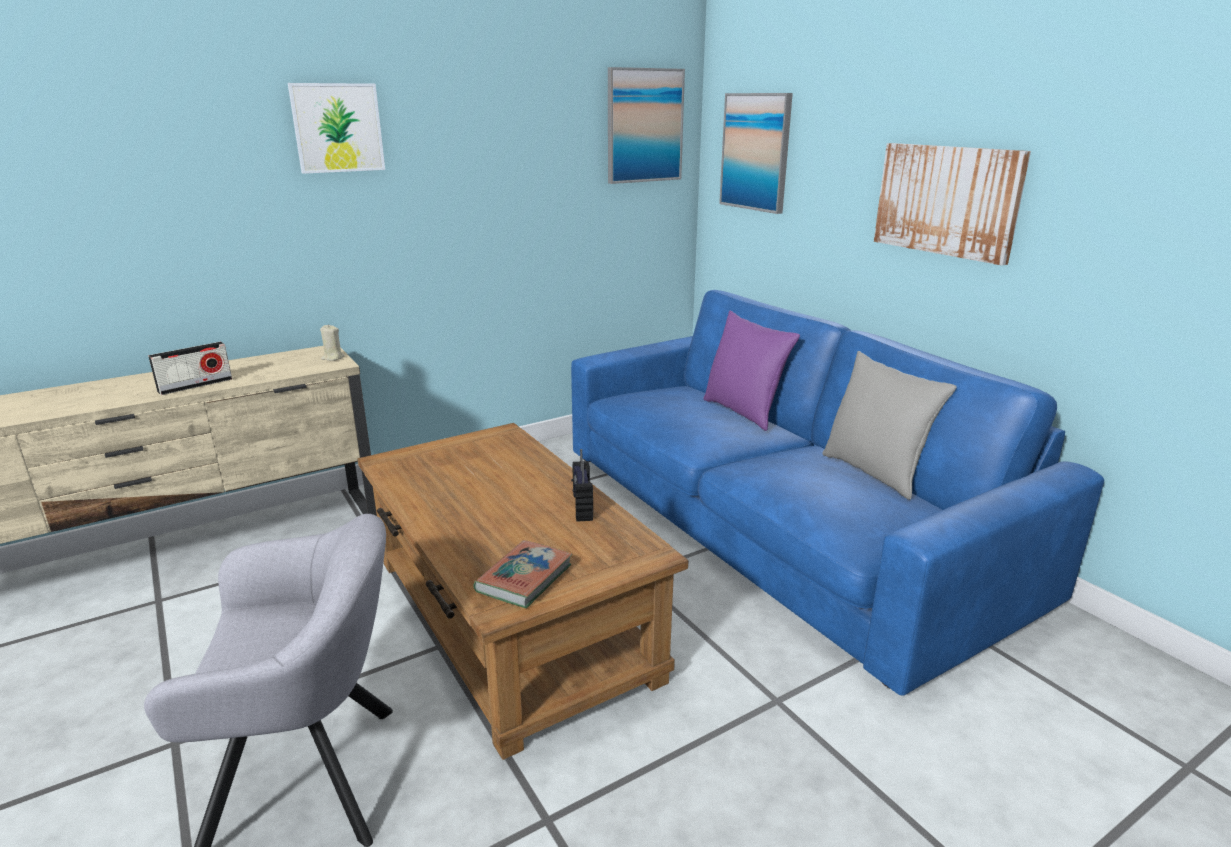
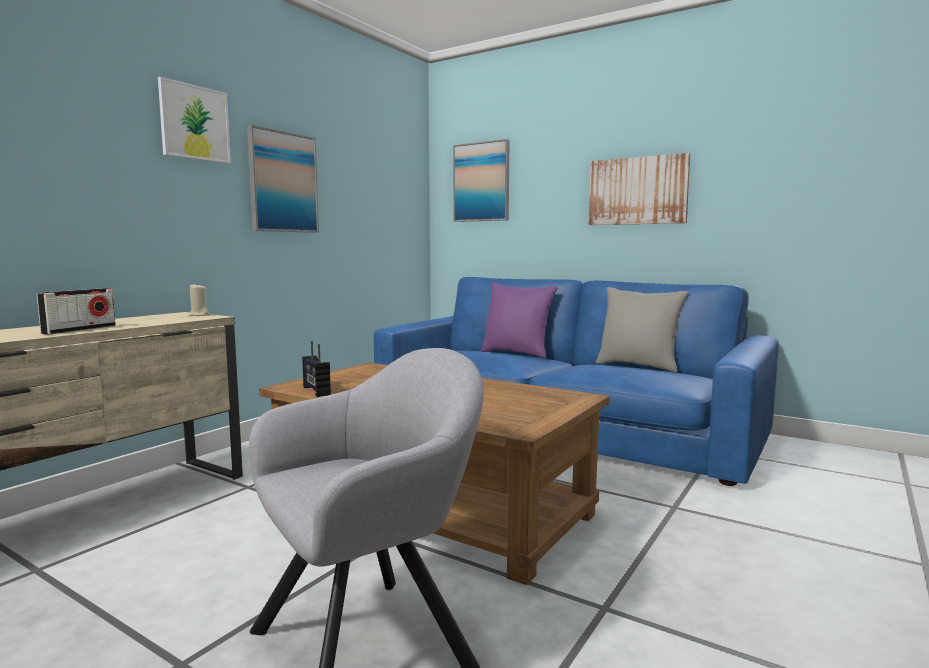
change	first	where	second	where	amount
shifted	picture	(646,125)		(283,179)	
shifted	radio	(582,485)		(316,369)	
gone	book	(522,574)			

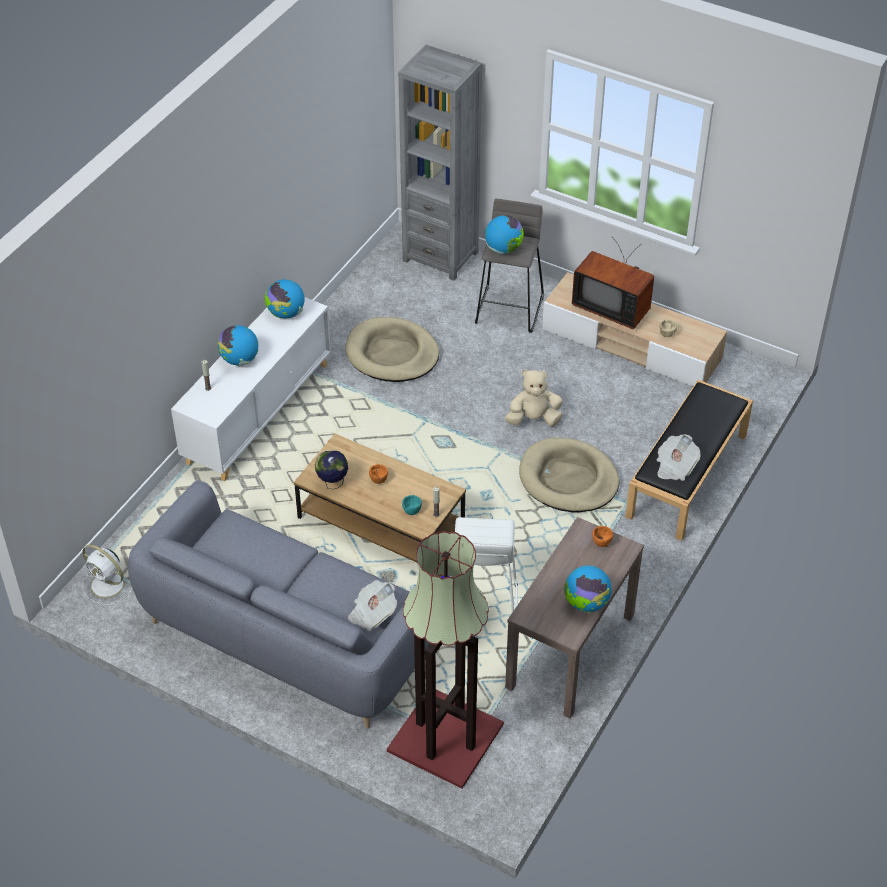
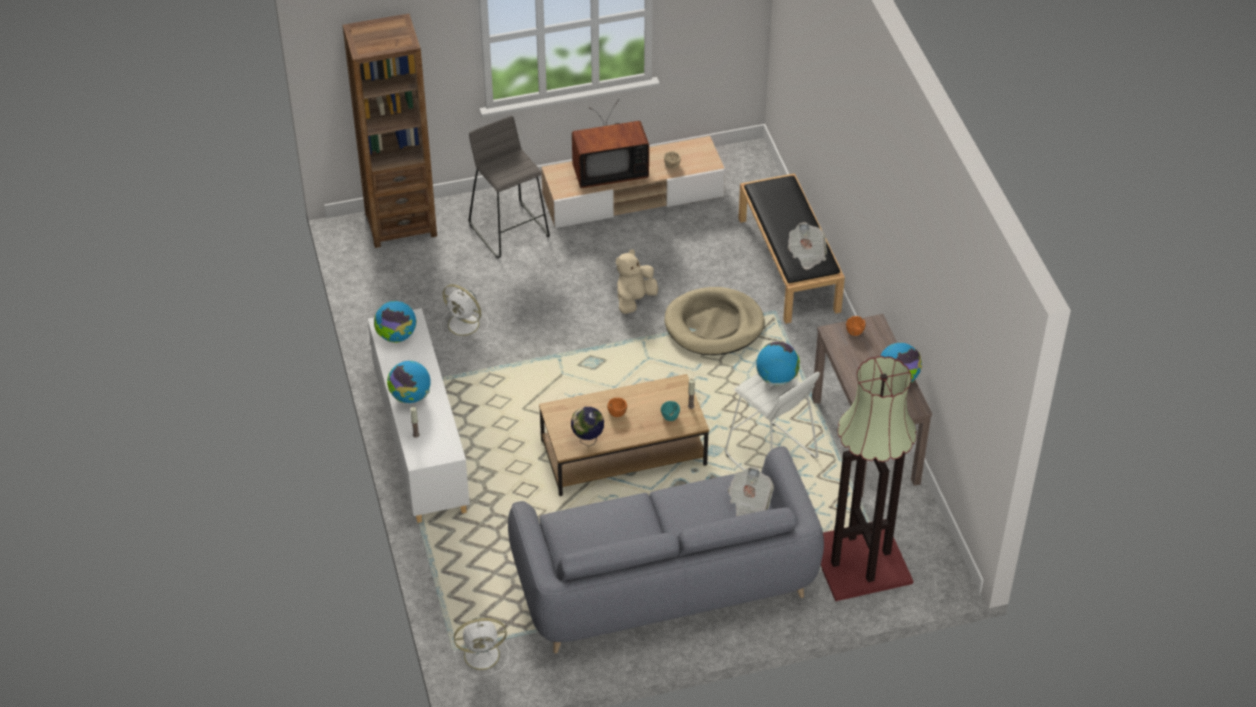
change	first	where	second	where	amount
repainted	bookcase in grey	(440,163)	bookcase in brown	(390,131)	
swapped	dog bed in beige	(392,349)	fan in white	(464,313)	
shifted	globe	(504,234)		(778,364)	

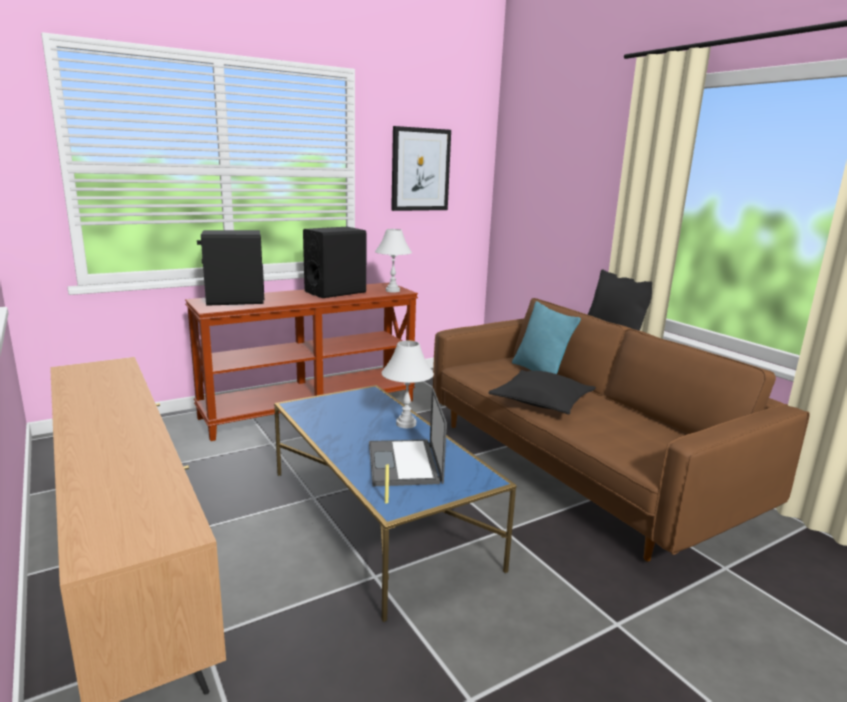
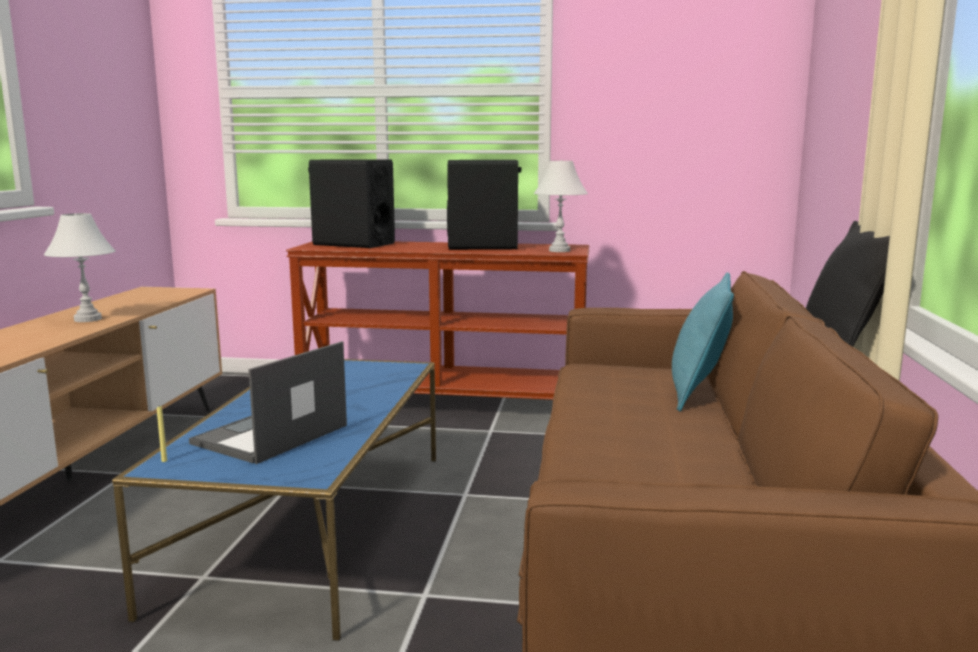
change	first	where	second	where	amount
shifted	table lamp in white	(407,384)		(80,267)	
gone	picture	(421,168)			
gone	pillow in black	(542,392)			

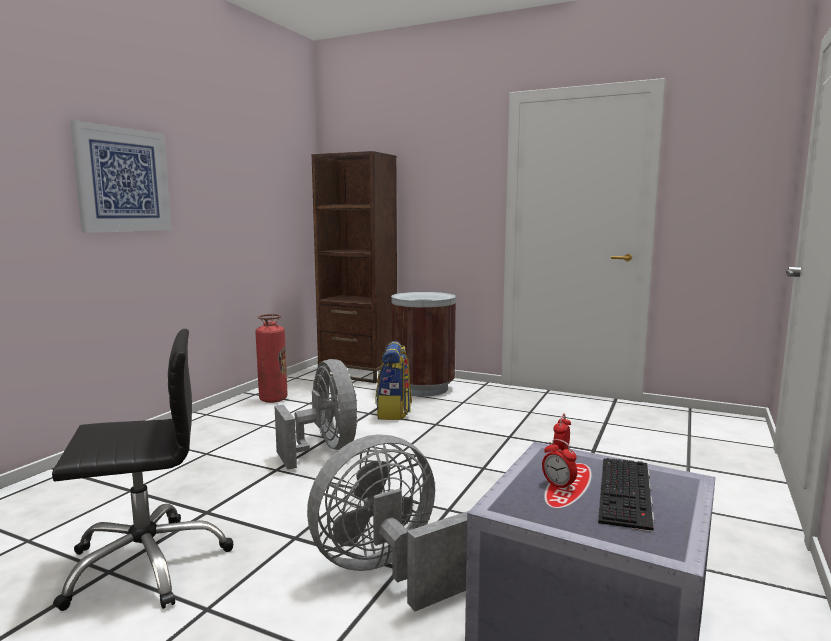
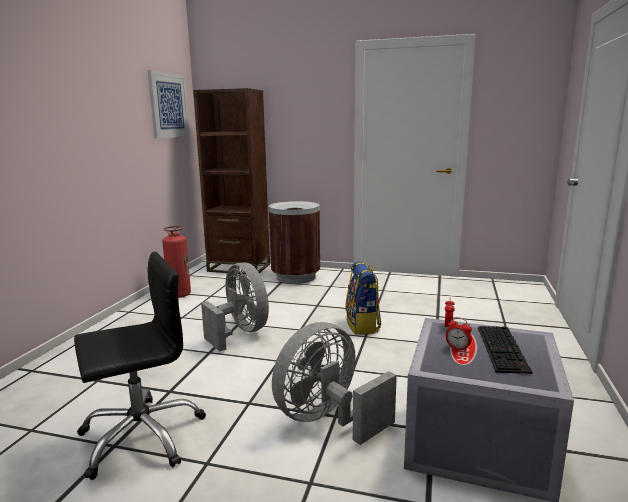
change	first	where	second	where	amount
shifted	picture	(121,176)		(169,104)	
shifted	backpack	(393,380)		(363,298)	

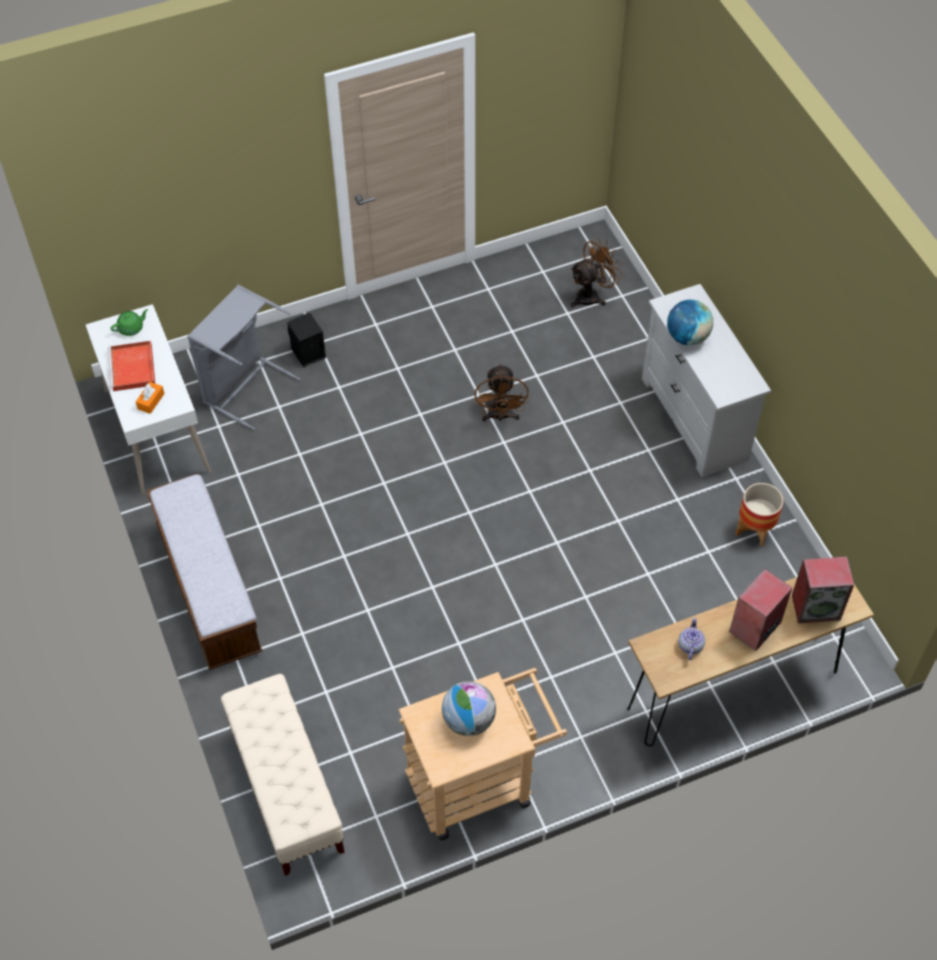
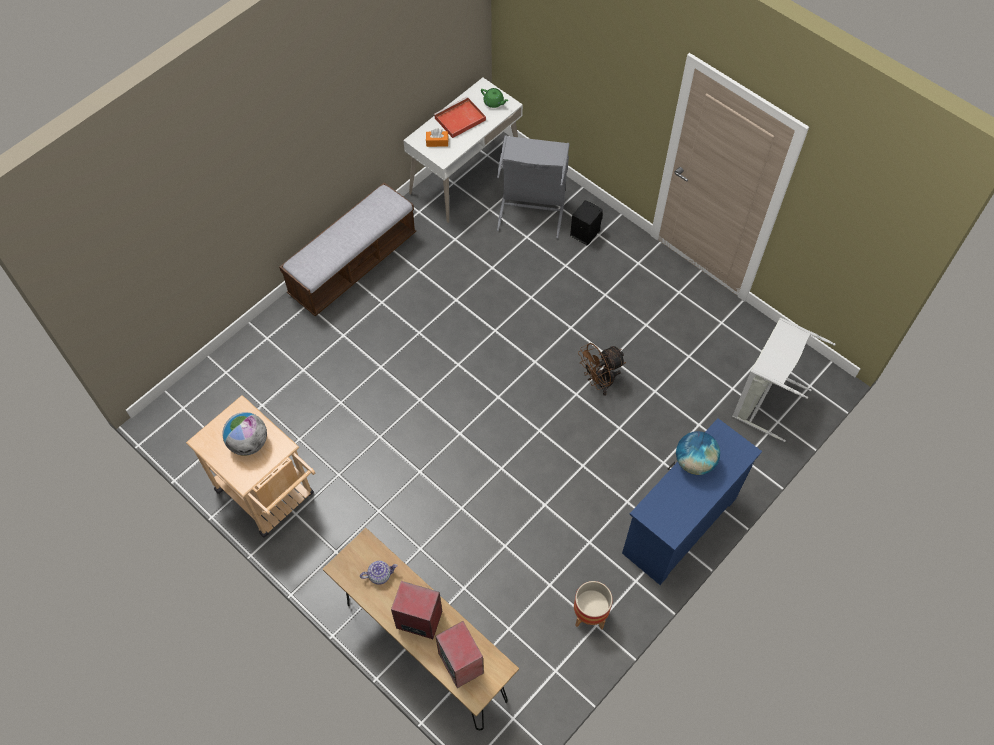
change	first	where	second	where	amount
repainted	dresser in white	(706,380)	dresser in blue	(692,501)	
swapped	fan in brown	(596,273)	laundry basket in grey	(784,379)	
gone	bench in beige	(283,775)			

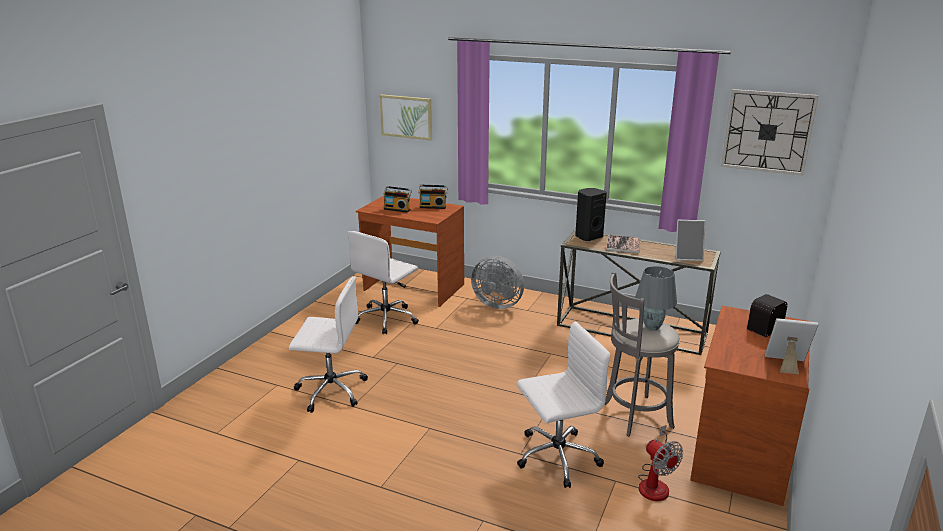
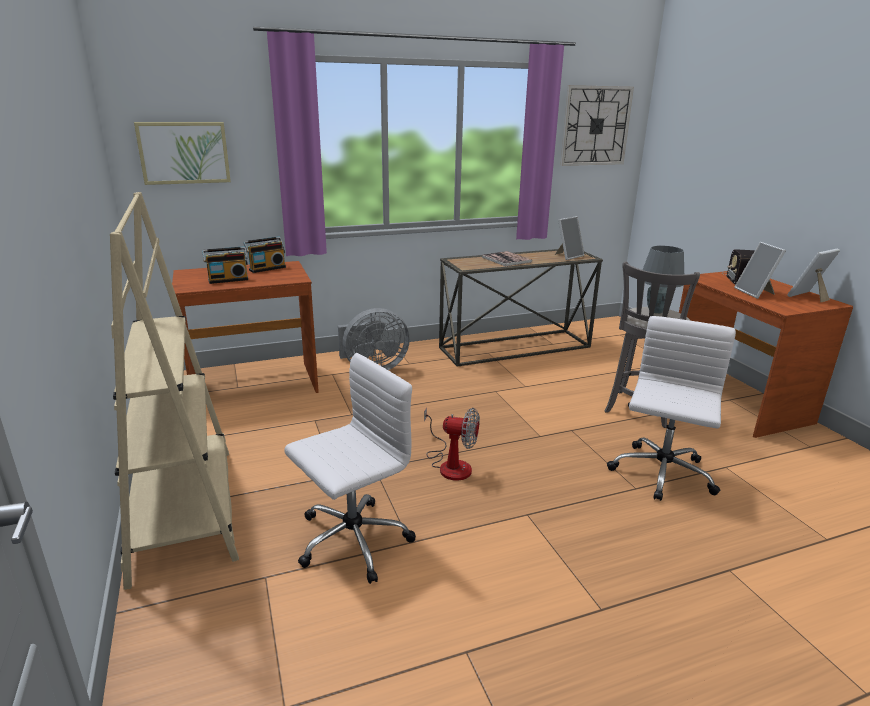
change	first	where	second	where	amount
new			bookcase in beige	(174,391)	
shifted	fan	(660,463)		(452,444)	
new			picture frame	(760,270)	
gone	office chair in white	(383,282)			
gone	speaker in black	(591,214)			

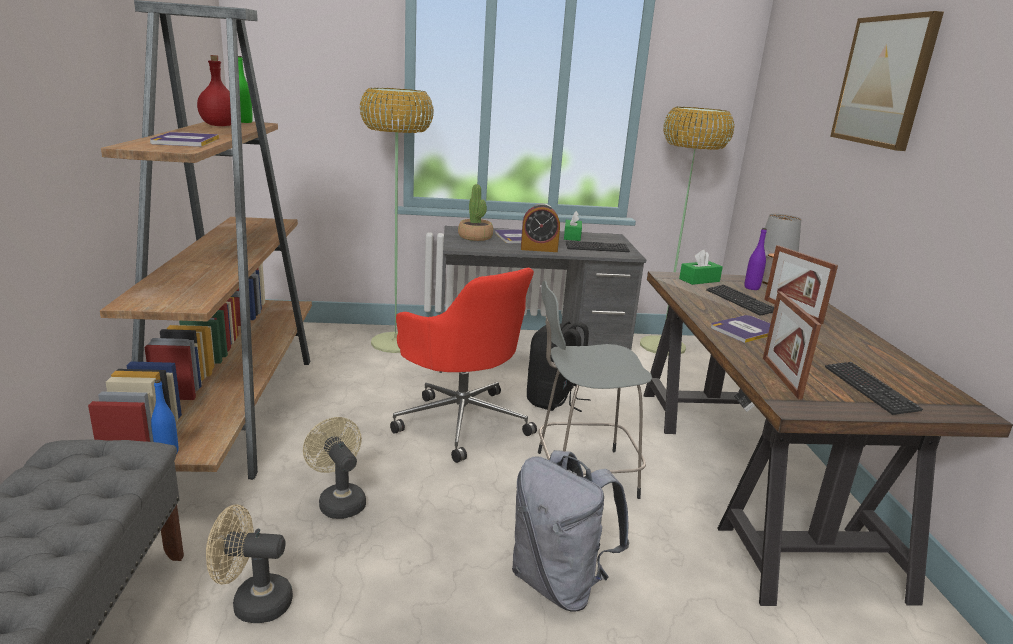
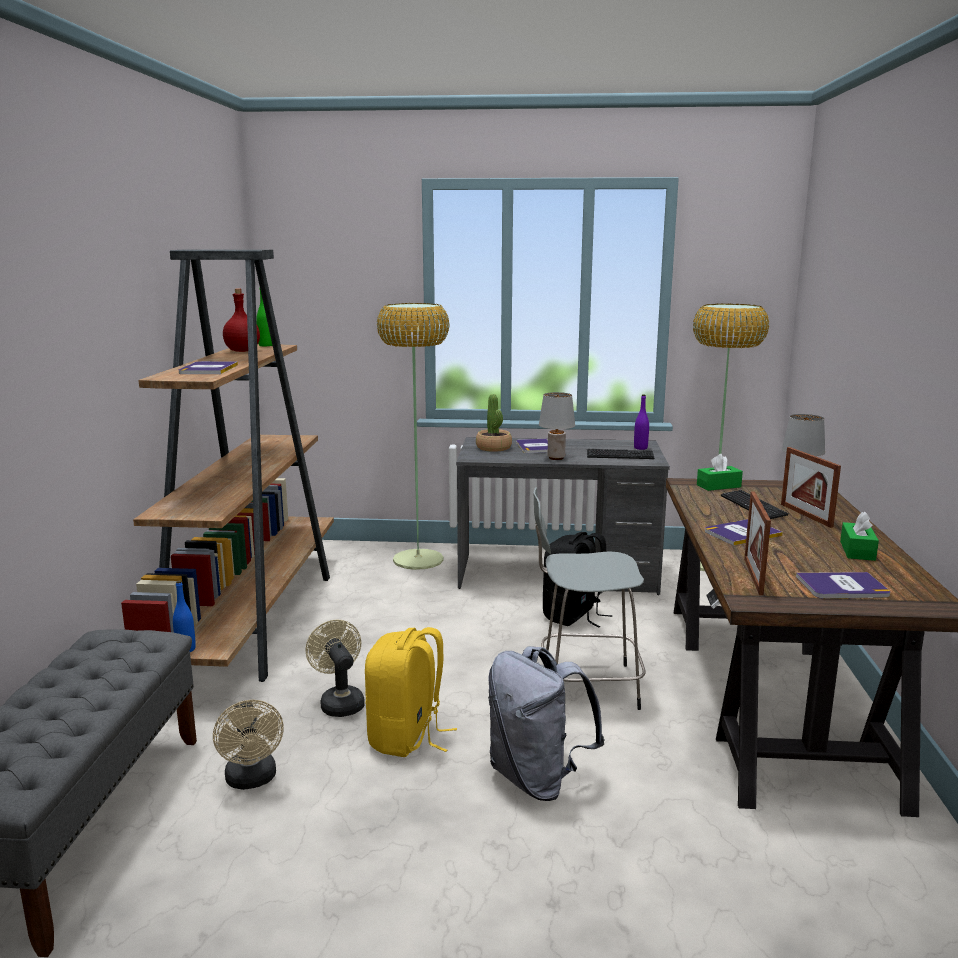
change	first	where	second	where	amount
rotated	fan in beige	(249,563)		(248,745)	120 degrees counterclockwise
new			backpack in yellow	(411,692)	
swapped	alarm clock	(540,227)	table lamp in grey	(557,426)	
shifted	bottle in purple	(755,259)		(641,422)	
swapped	keyboard	(874,388)	book	(843,585)	
shifted	tissue box in green	(573,226)		(859,536)	
gone	office chair in red	(463,365)			
gone	picture	(887,81)			

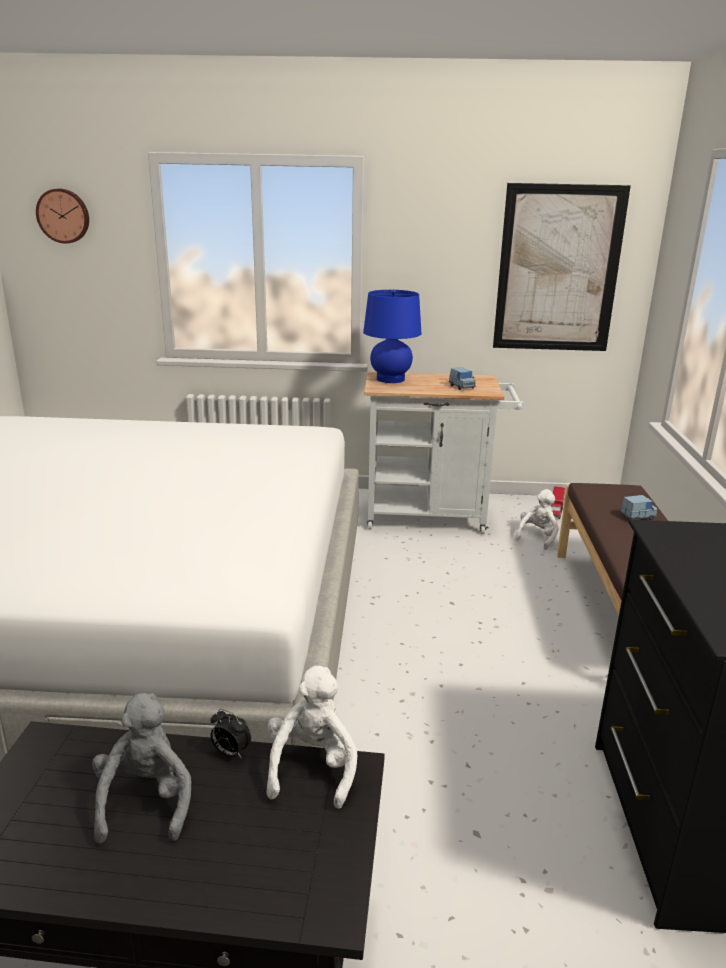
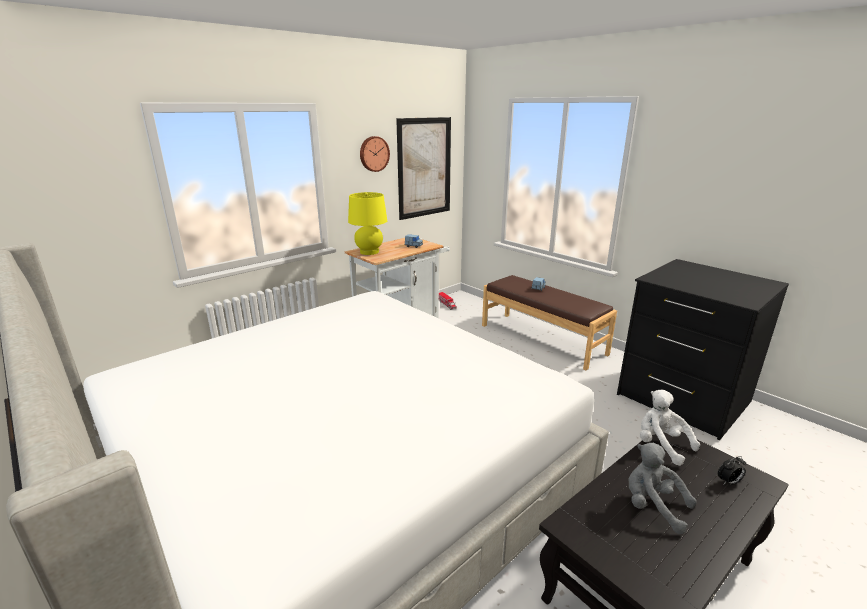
change	first	where	second	where	amount
repainted	table lamp in blue	(392,336)	table lamp in yellow	(367,223)	
shifted	wall clock	(62,216)		(375,154)	
shifted	alarm clock	(230,733)		(731,470)	
gone	plush toy in white	(537,519)			

